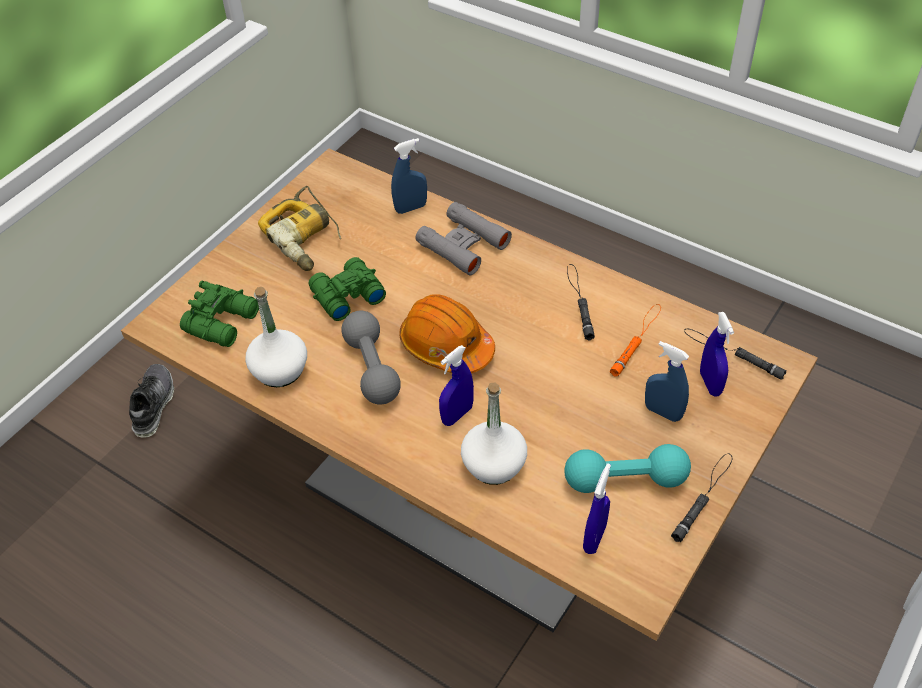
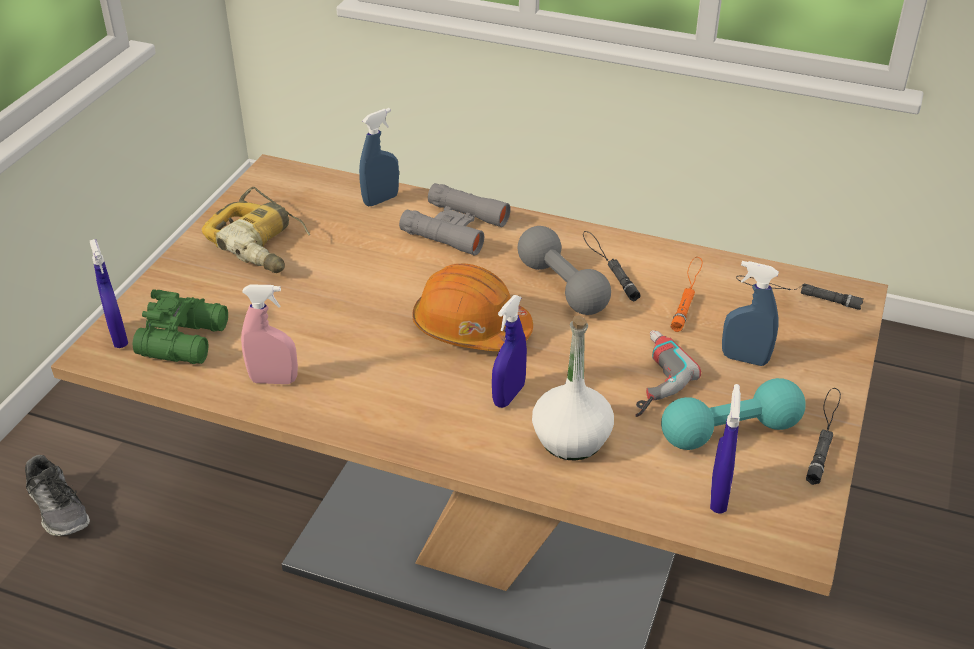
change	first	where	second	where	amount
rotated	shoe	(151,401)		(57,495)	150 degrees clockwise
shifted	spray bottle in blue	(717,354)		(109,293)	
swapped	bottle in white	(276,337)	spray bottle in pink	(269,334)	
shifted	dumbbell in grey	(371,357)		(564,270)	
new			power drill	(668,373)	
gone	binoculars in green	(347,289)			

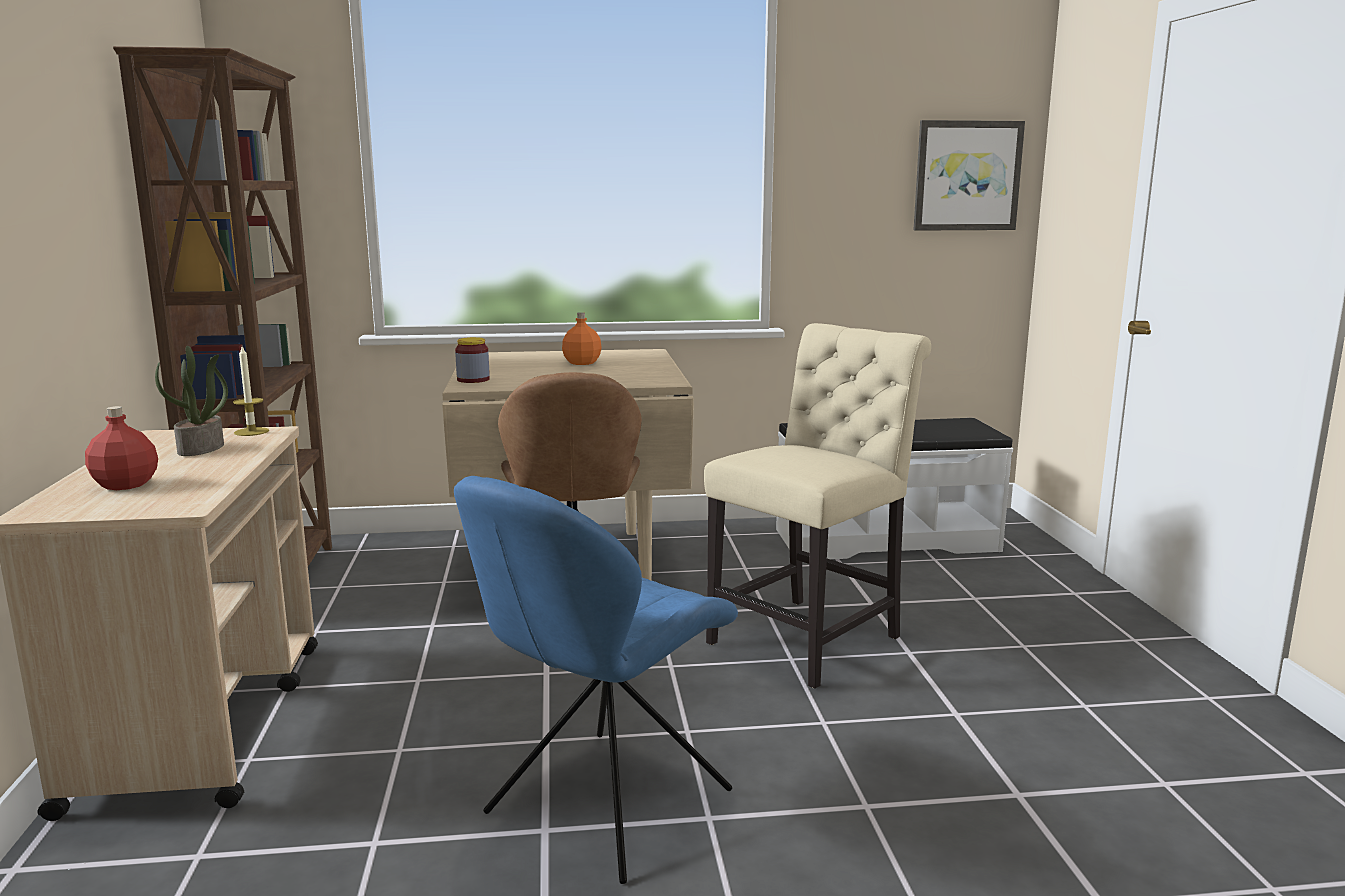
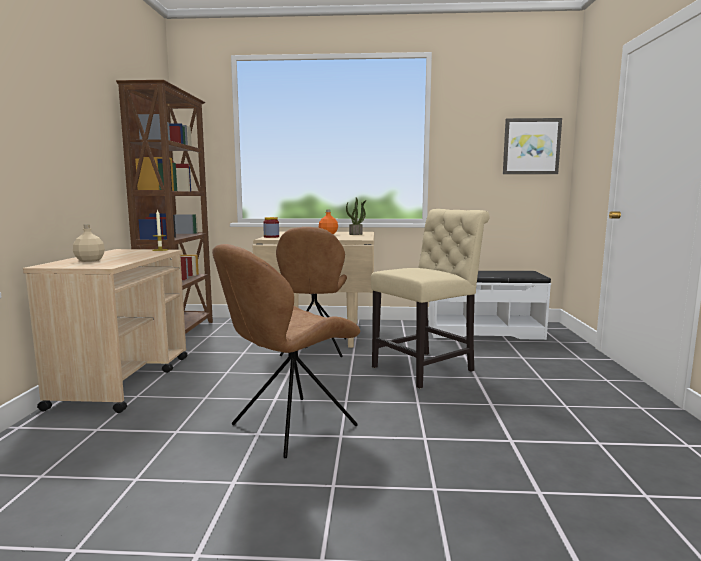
change	first	where	second	where	amount
repainted	bottle in red	(121,448)	bottle in beige	(89,243)	
repainted	chair in blue	(596,680)	chair in brown	(286,351)	
shifted	potted plant	(191,401)		(356,216)	

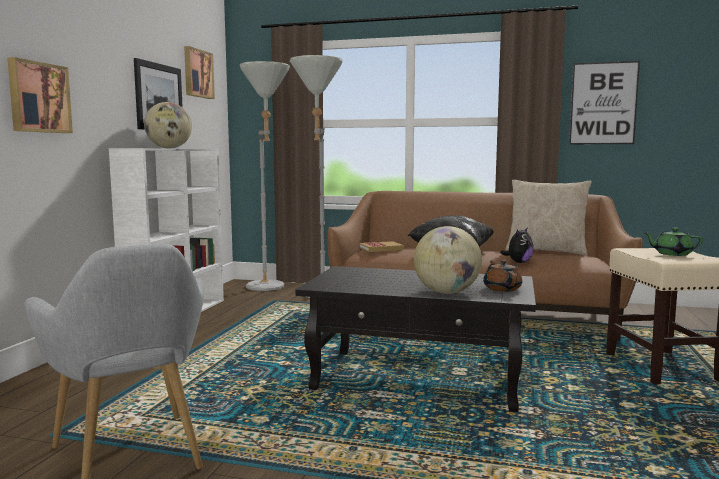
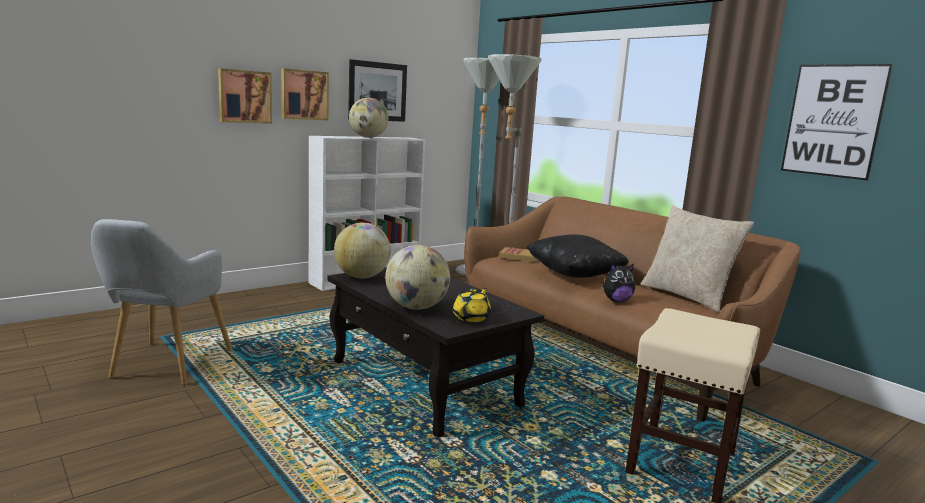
change	first	where	second	where	amount
shifted	picture	(199,72)		(305,94)	
new			globe	(362,250)	
repainted	teapot in brown	(502,276)	teapot in yellow	(472,305)	
gone	teapot in green	(674,242)			

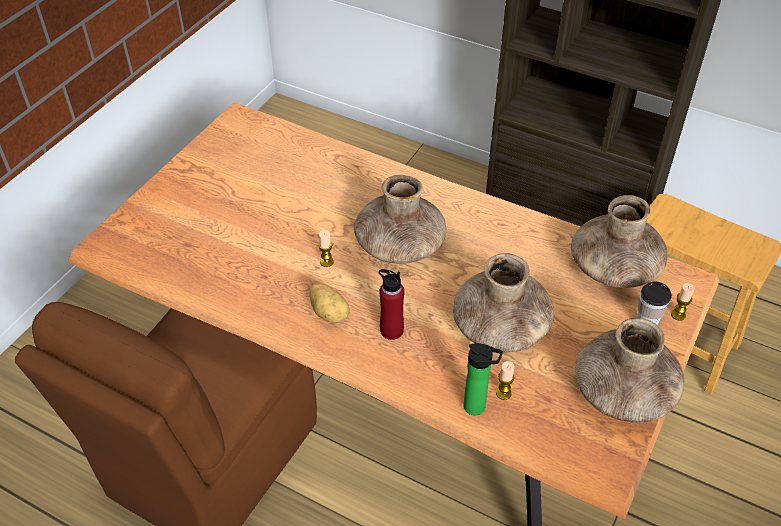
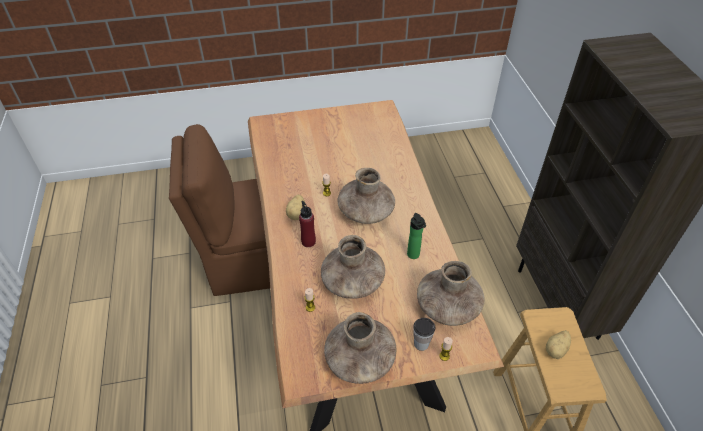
change	first	where	second	where	amount
shifted	bottle	(483,379)		(416,236)	
new			potato	(558,344)	

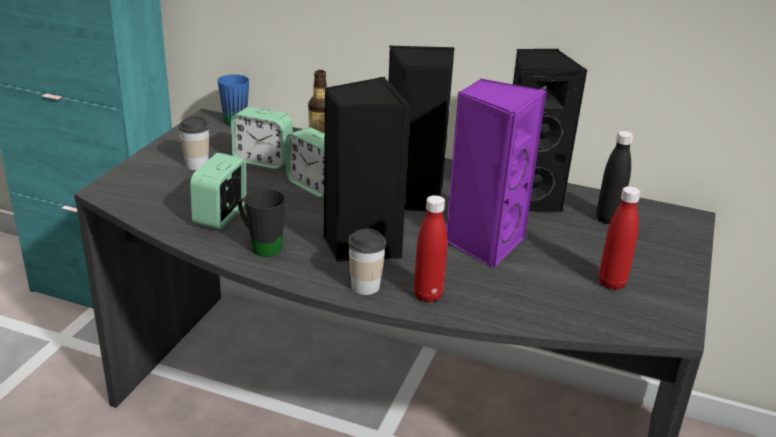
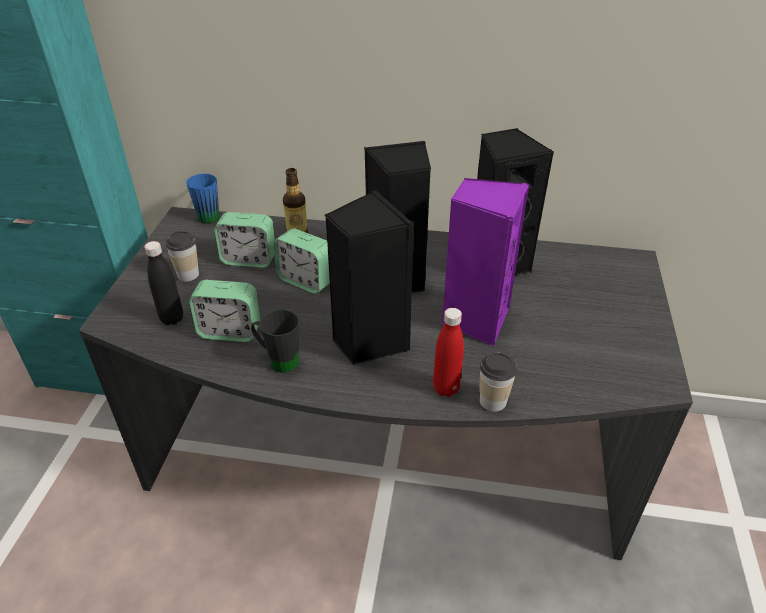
change	first	where	second	where	amount
shifted	bottle in black	(614,177)		(163,283)	
rotated	alarm clock	(218,191)		(225,311)	90 degrees counterclockwise
shifted	cup	(367,262)		(498,382)	
gone	bottle in red	(620,238)			

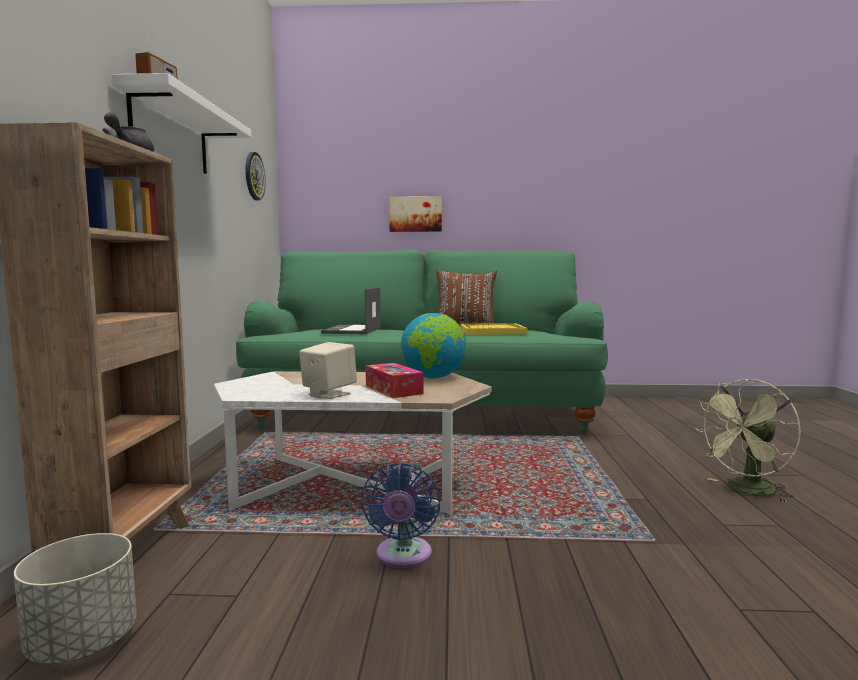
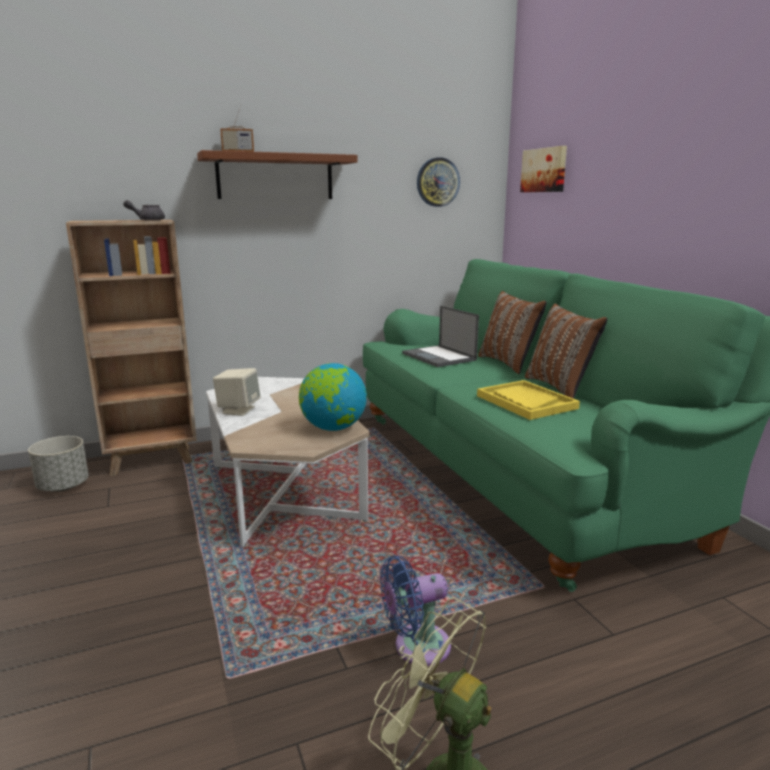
change	first	where	second	where	amount
repainted	shelf in white	(182,123)	shelf in brown	(277,174)	
shifted	fan in blue	(400,515)		(415,610)	
rotated	laptop	(351,310)		(440,336)	105 degrees counterclockwise
new			pillow in brown	(512,332)	
shifted	picture	(415,214)		(543,169)	
gone	tissue box	(395,380)			

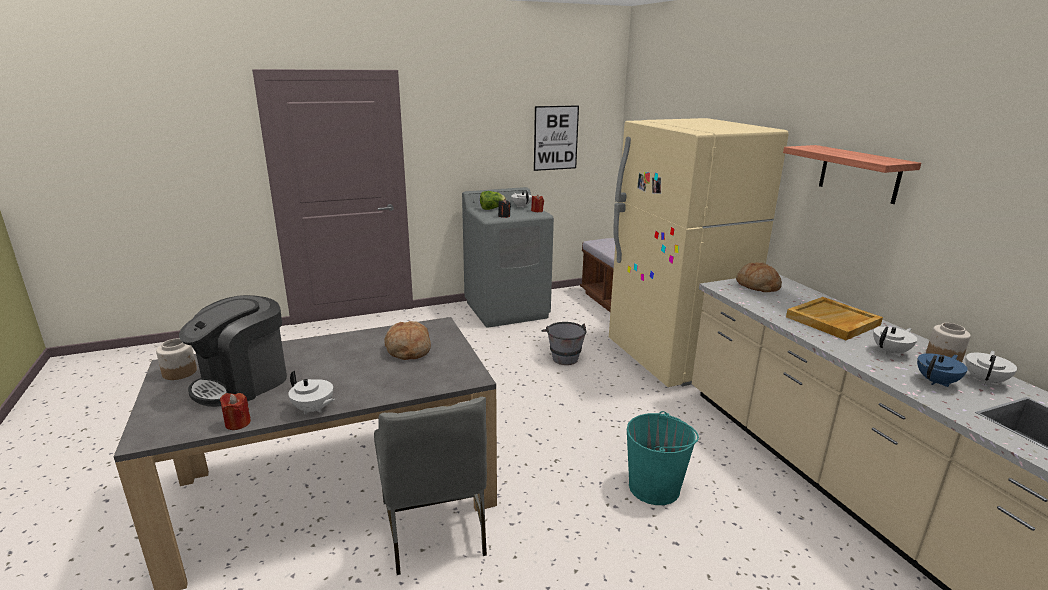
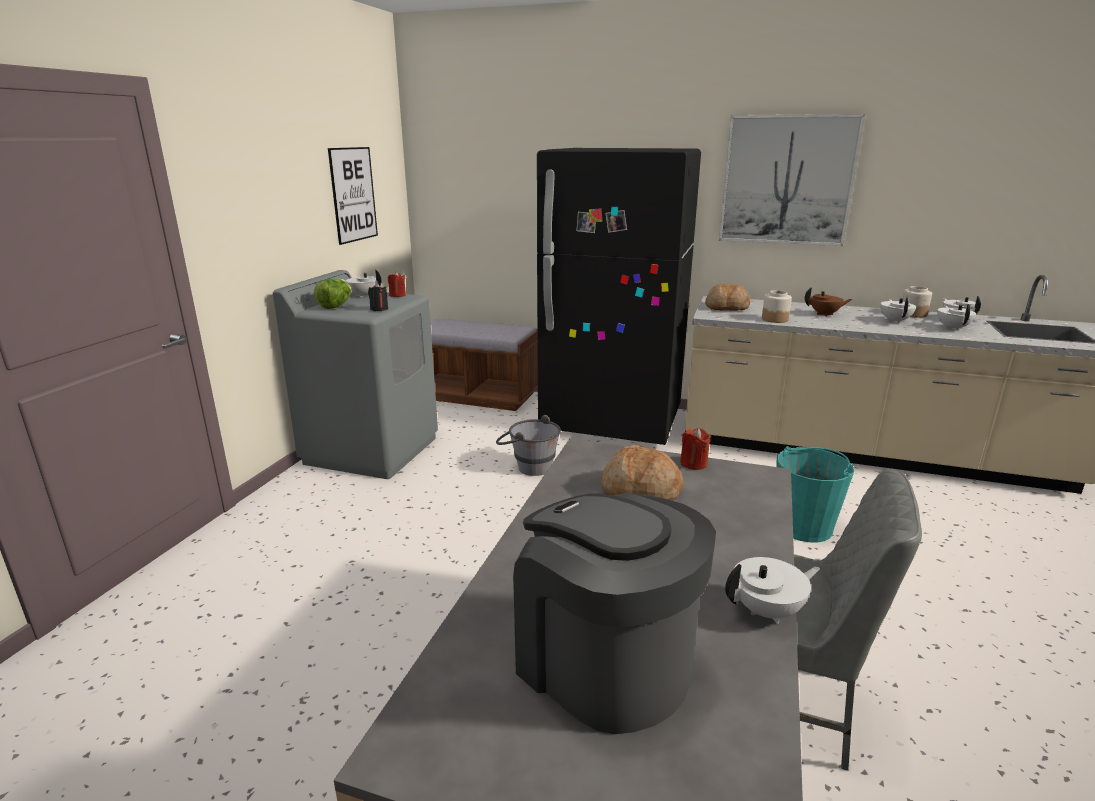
change	first	where	second	where	amount
rotated	coffee machine	(233,351)		(614,613)	150 degrees clockwise
repainted	fridge in beige	(699,252)	fridge in black	(619,296)	
shifted	candle in red	(235,411)		(695,449)	
swapped	shelf	(852,174)	picture	(792,180)	
shifted	jar	(176,359)		(777,306)	
swapped	tray in beige	(834,318)	teapot in brown	(828,302)	
repainted	teapot in blue	(942,370)	teapot in white	(956,317)	

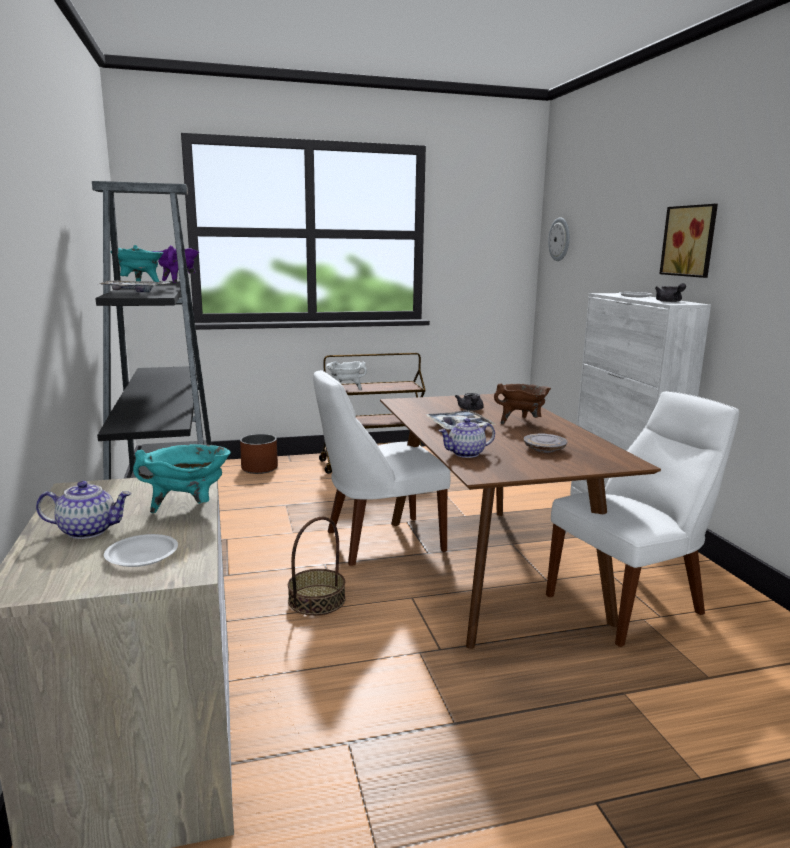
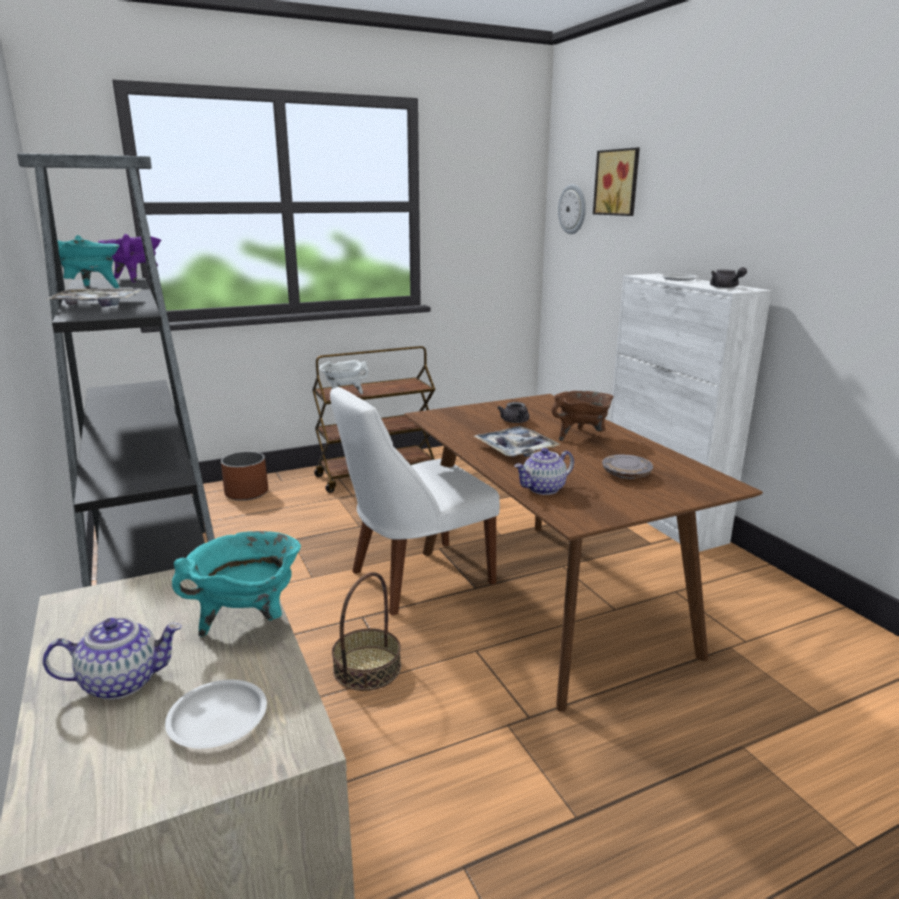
change	first	where	second	where	amount
shifted	picture	(688,241)		(616,181)	
gone	chair in white	(642,519)			

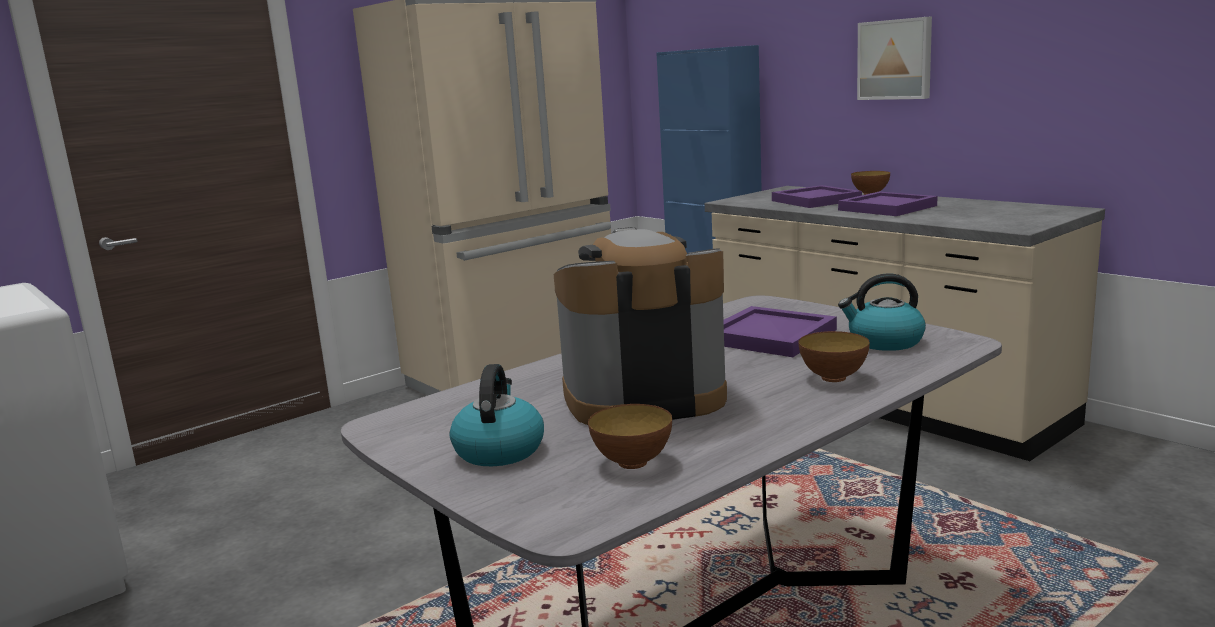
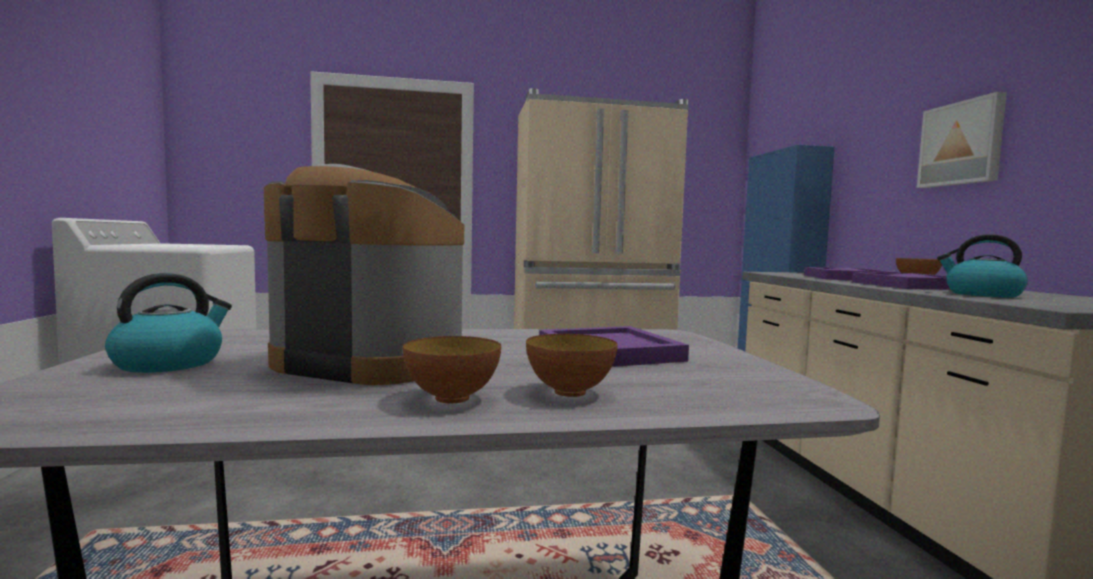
change	first	where	second	where	amount
shifted	bowl	(630,436)		(452,369)	
shifted	kettle	(882,312)		(982,265)	

